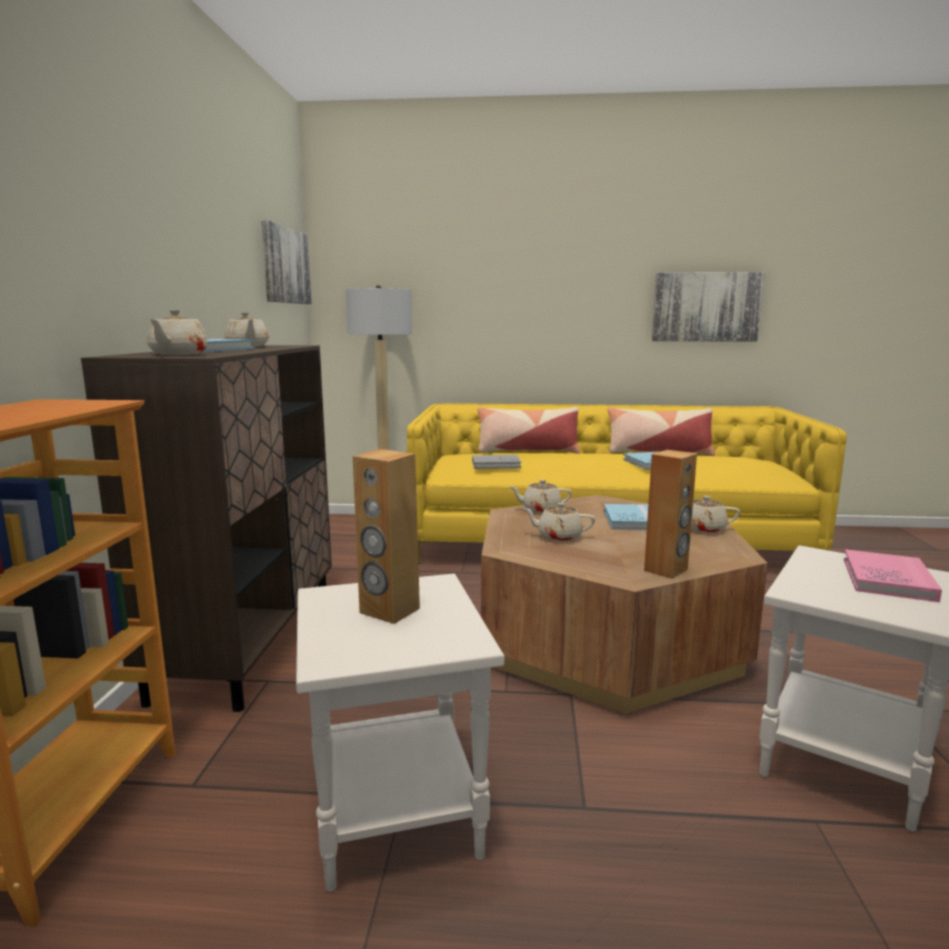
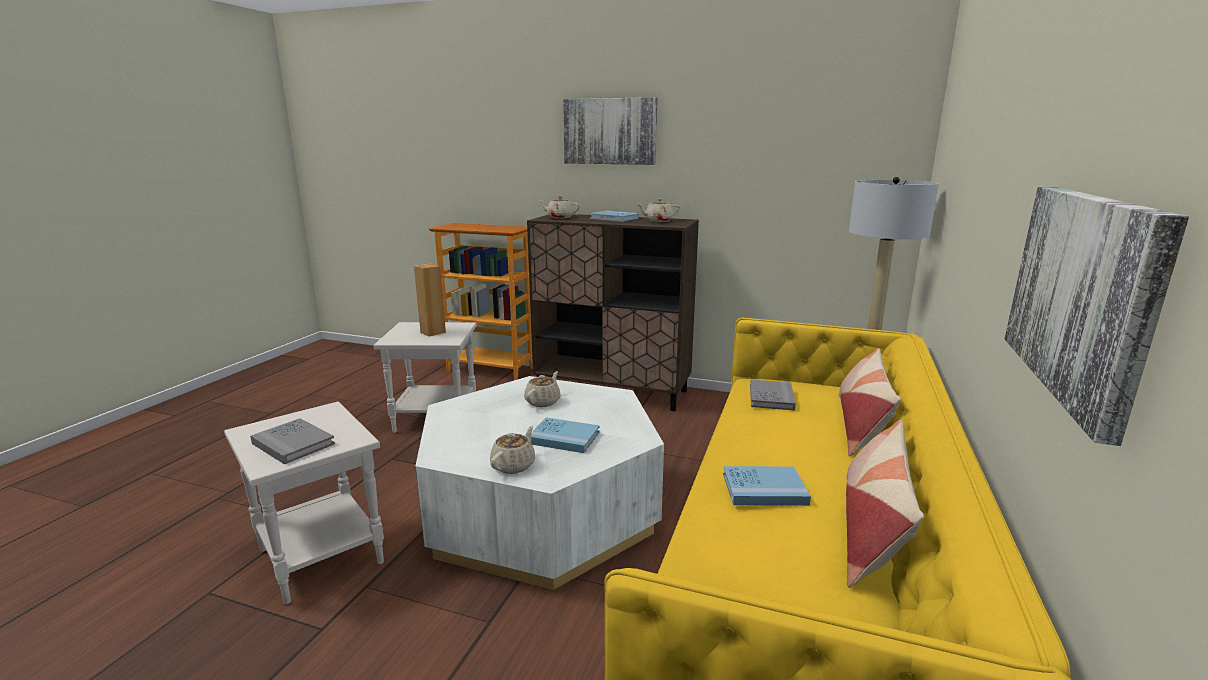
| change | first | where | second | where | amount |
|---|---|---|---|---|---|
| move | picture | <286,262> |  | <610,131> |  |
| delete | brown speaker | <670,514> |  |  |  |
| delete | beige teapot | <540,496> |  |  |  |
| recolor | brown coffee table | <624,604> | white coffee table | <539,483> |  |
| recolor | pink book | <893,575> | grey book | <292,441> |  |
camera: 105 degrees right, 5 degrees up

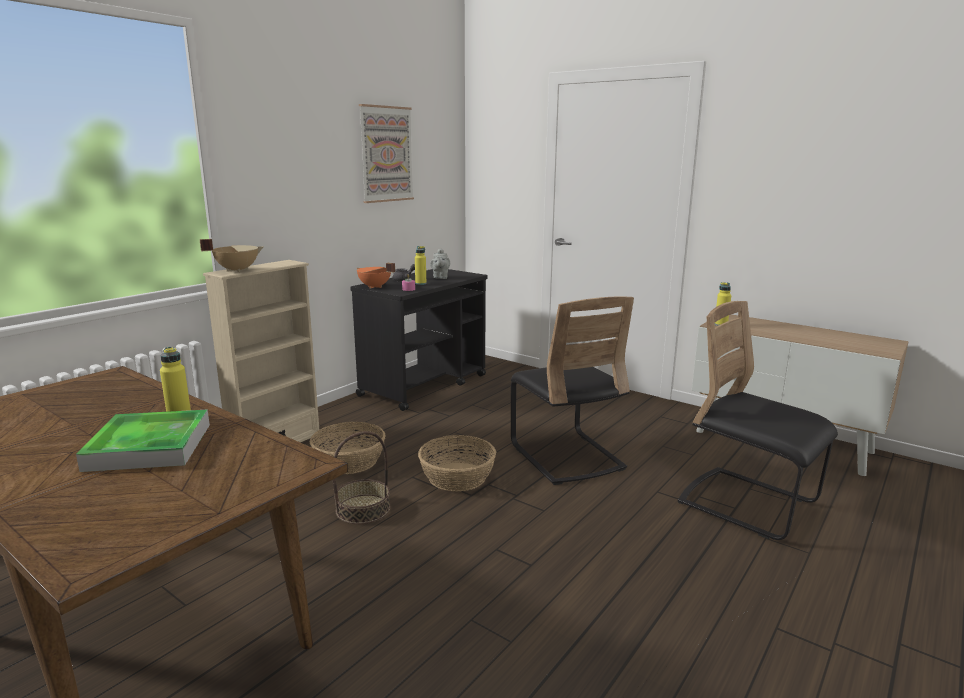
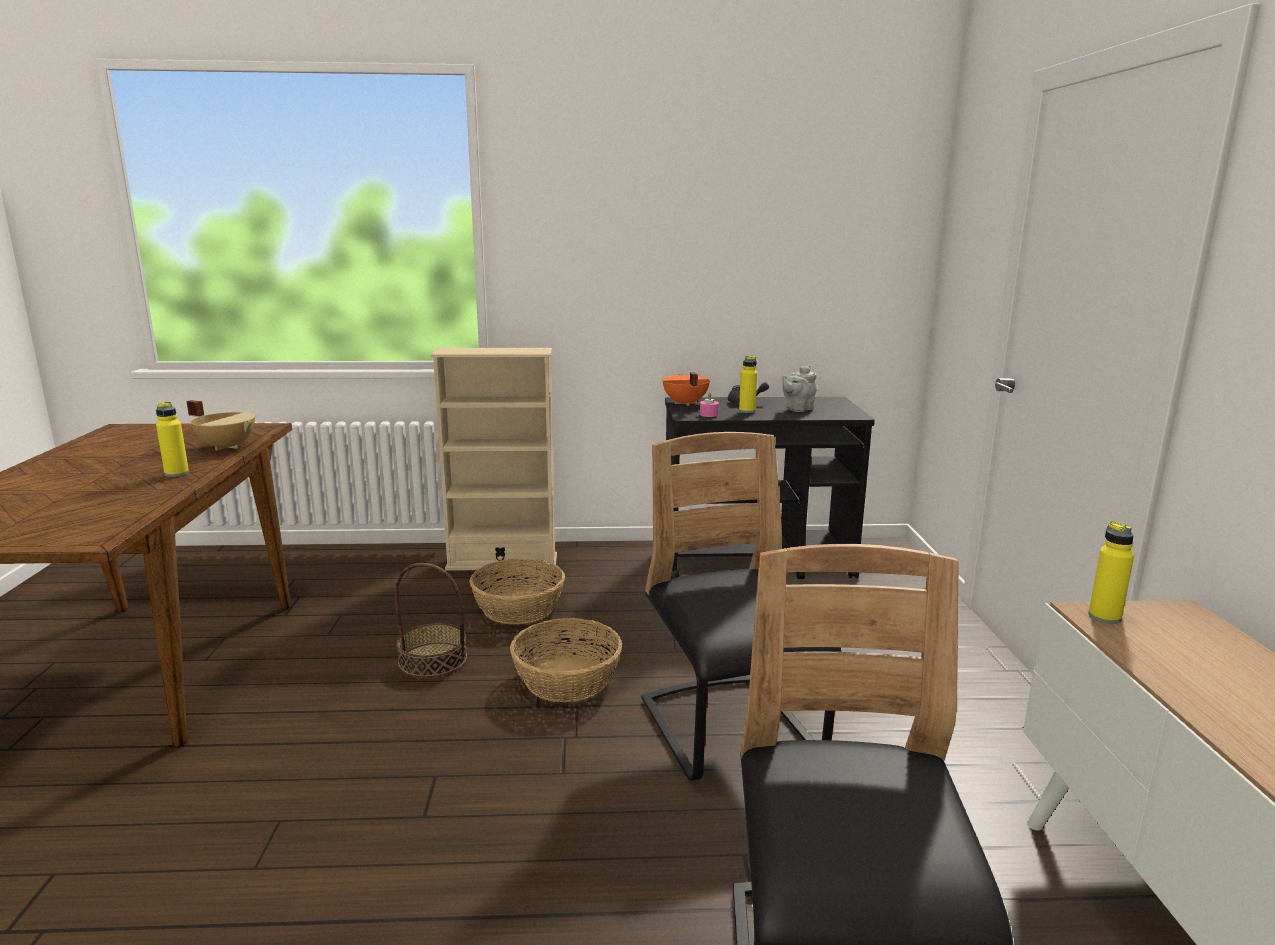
| change | first | where | second | where | amount |
|---|---|---|---|---|---|
| delete | picture | <386,153> |  |  |  |
| move | beige cooking pot | <231,255> |  | <221,425> |  |
| rotate | black chair | <572,390> |  | <741,606> | 135 degrees clockwise |
| delete | tray | <143,440> |  |  |  |
camera: 50 degrees right, 0 degrees up

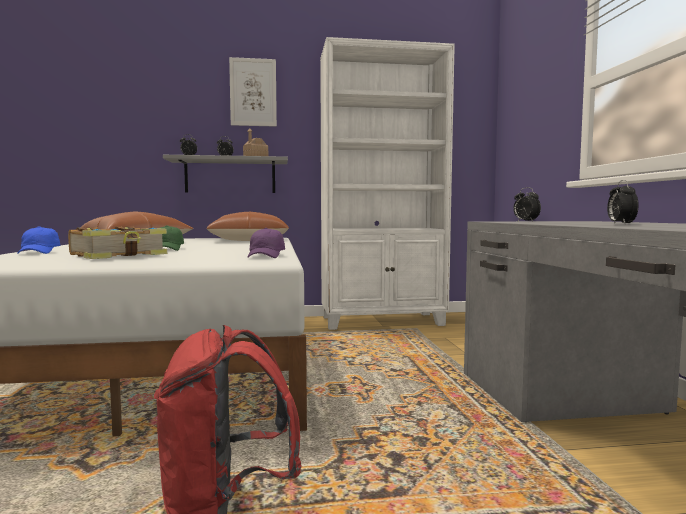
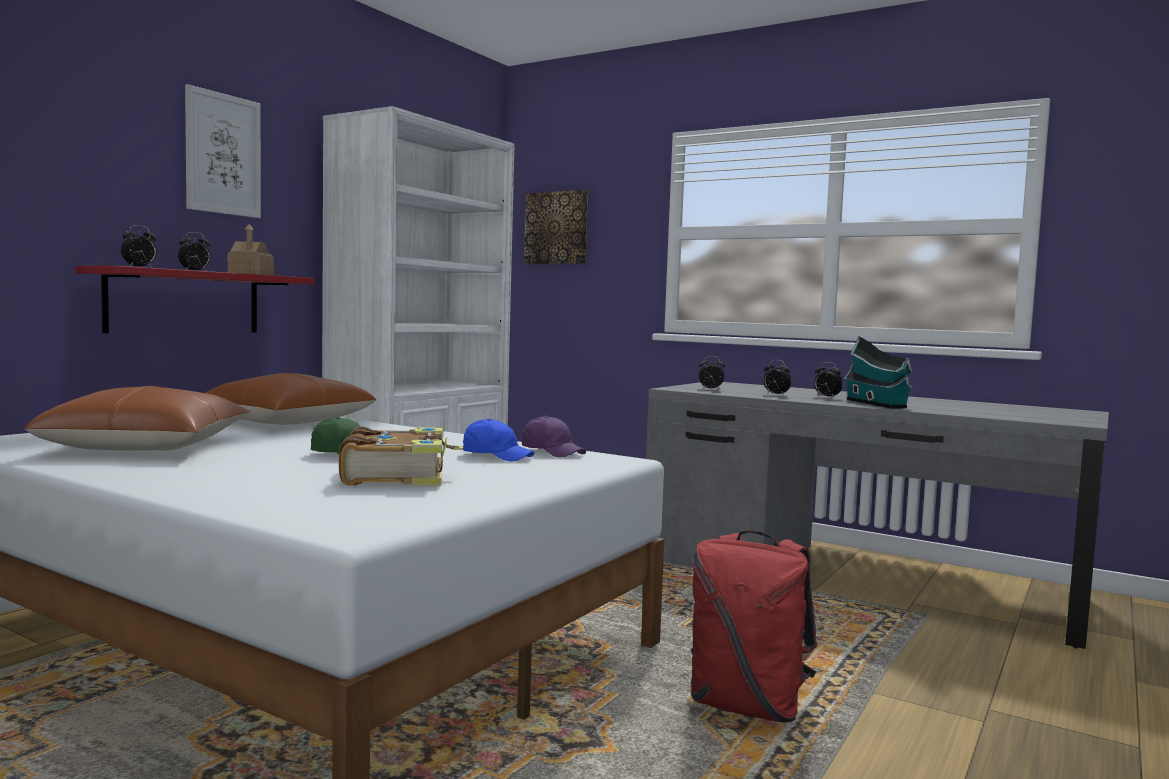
| change | first | where | second | where | amount |
|---|---|---|---|---|---|
| recolor | grey shelf | <225,174> | red shelf | <194,299> |  |
| move | blue cap | <38,240> |  | <499,440> |  |
| insert |  |  | picture | <556,227> |  |
| insert |  |  | toy house | <878,371> |  |
| insert |  |  | alarm clock | <777,377> |  |
camera: 50 degrees left, 0 degrees up

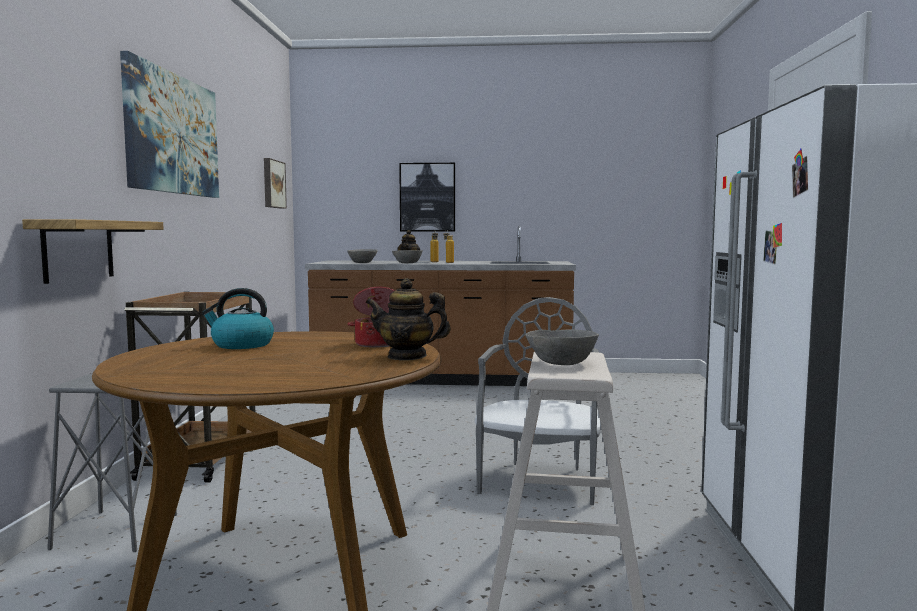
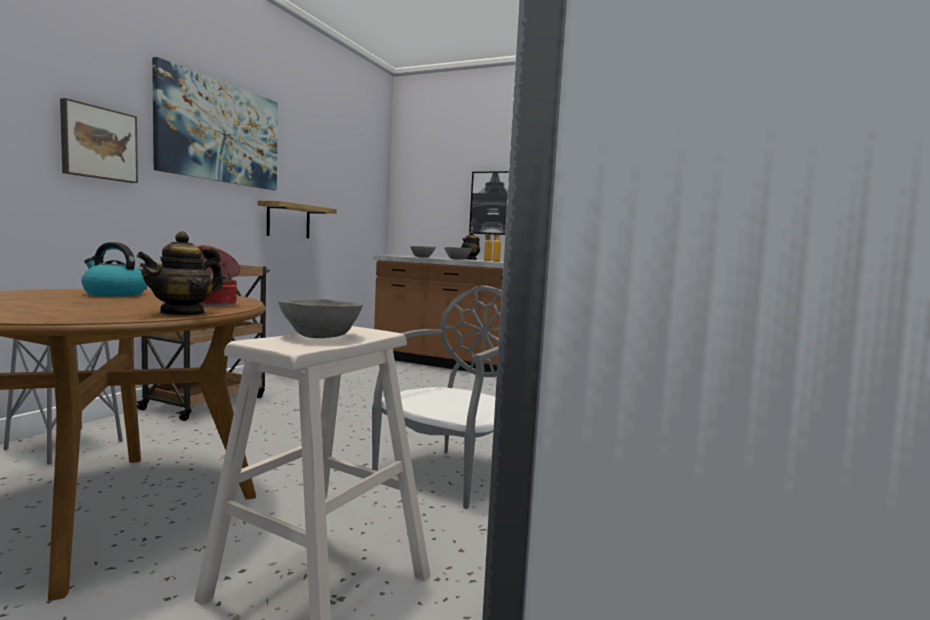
| change | first | where | second | where | amount |
|---|---|---|---|---|---|
| move | picture | <275,183> |  | <99,140> |  |
| move | shelf | <93,251> |  | <297,219> |  |
| rotate | teapot | <408,319> |  | <180,273> | 90 degrees counterclockwise |
camera: 20 degrees right, 0 degrees up

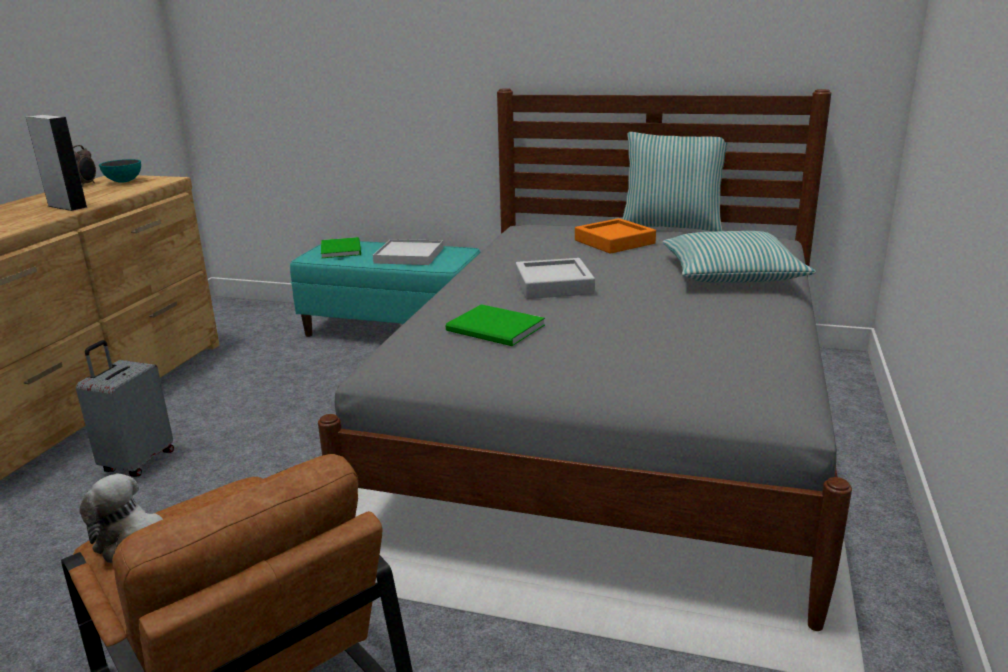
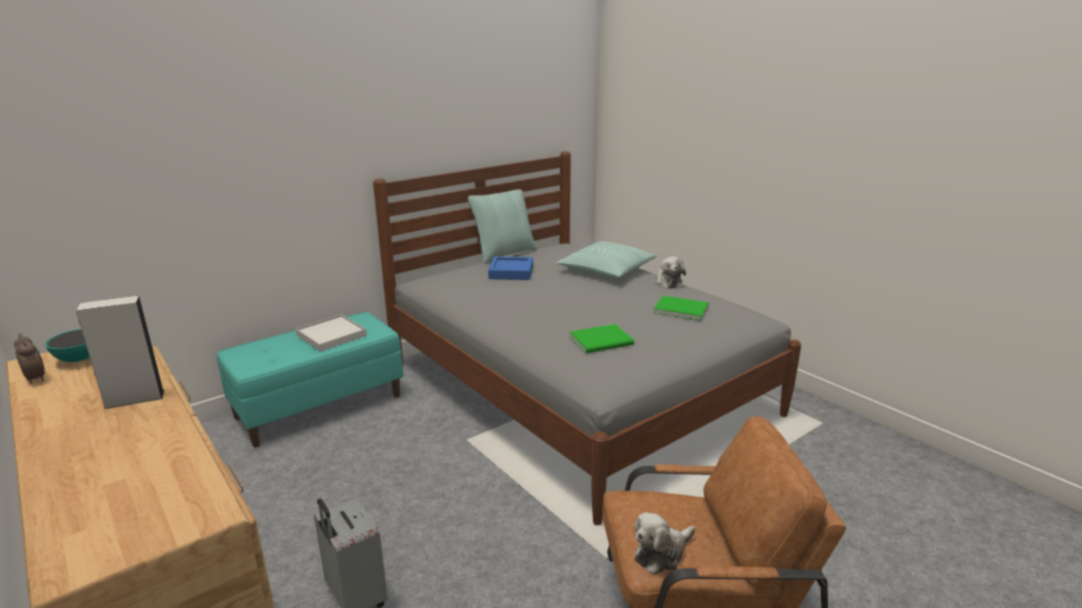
| change | first | where | second | where | amount |
|---|---|---|---|---|---|
| recolor | orange tray | <615,236> | blue tray | <510,268> |  |
| move | green book | <341,247> |  | <681,308> |  |
| delete | grey tray | <555,278> |  |  |  |
| insert |  |  | plush toy | <670,272> |  |
camera: 55 degrees left, 0 degrees up

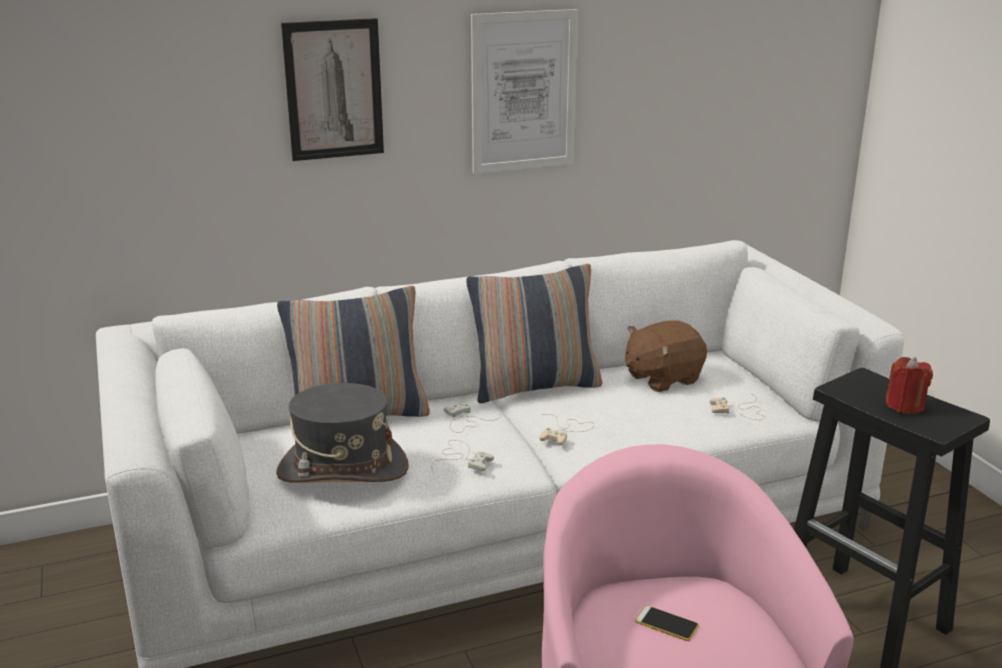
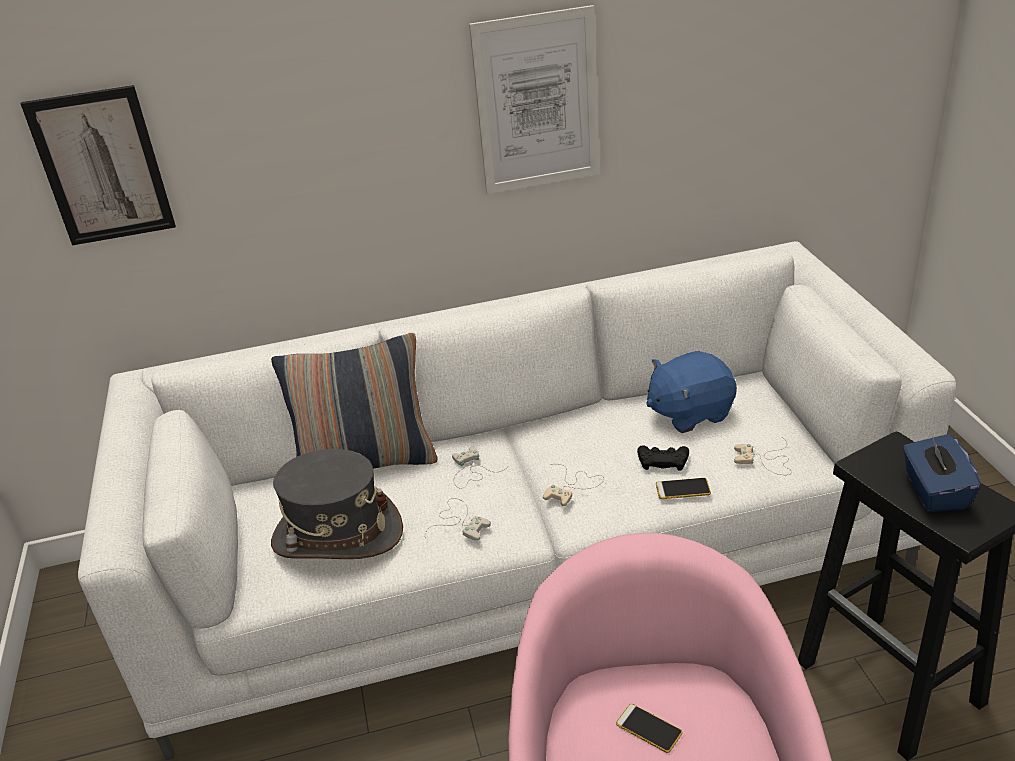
| change | first | where | second | where | amount |
|---|---|---|---|---|---|
| move | picture | <332,89> |  | <98,165> |  |
| delete | pillow | <534,333> |  |  |  |
| recolor | brown plush toy | <666,356> | blue plush toy | <691,392> |  |
| replace | red candle | <909,385> | blue tissue box | <942,473> |  |
| insert |  |  | black game controller | <663,458> |  |
| insert |  |  | phone | <683,488> |  |
camera: 10 degrees right, 10 degrees up

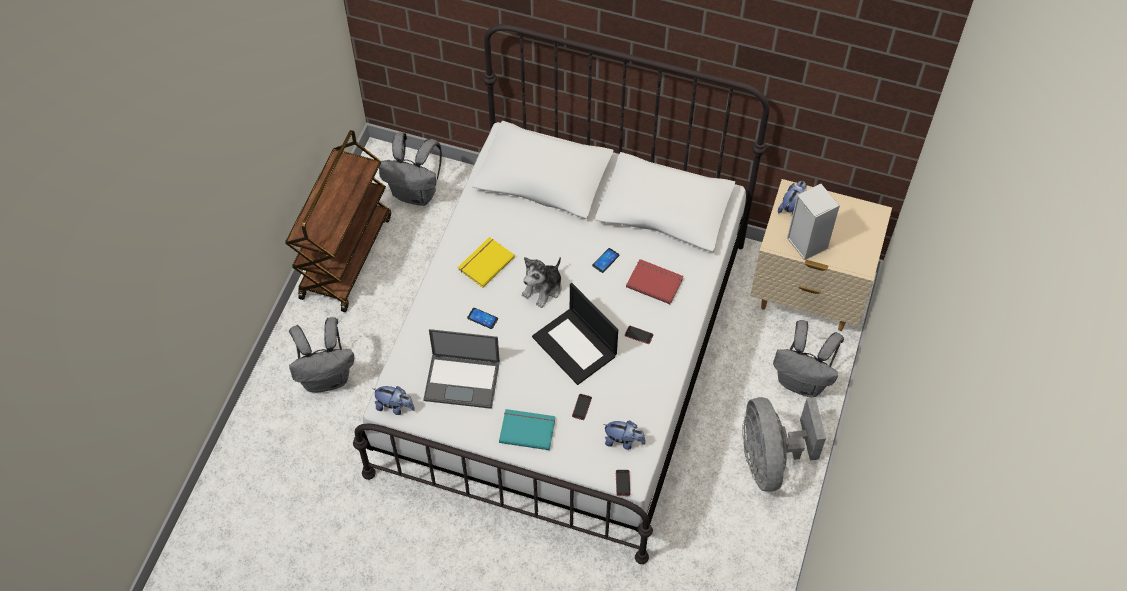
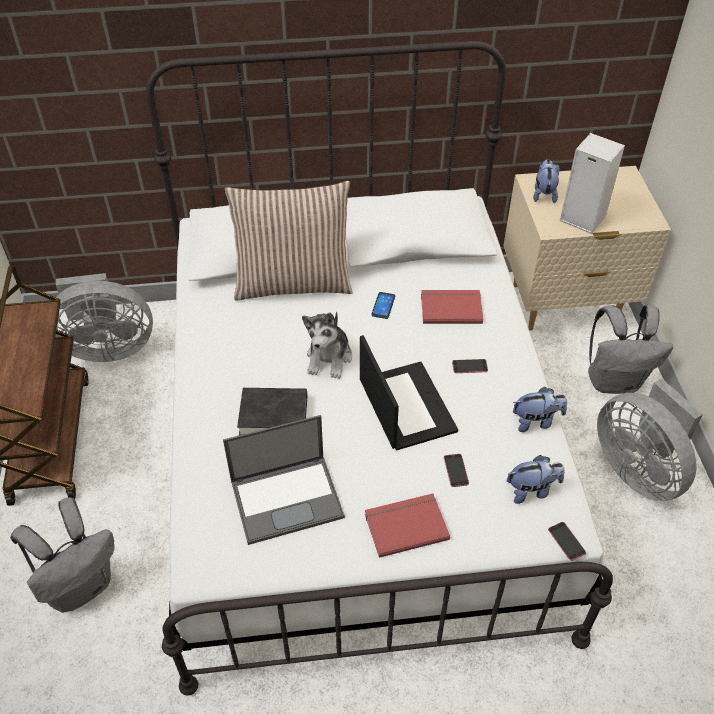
| change | first | where | second | where | amount |
|---|---|---|---|---|---|
| replace | grey backpack | <410,169> | grey fan | <104,317> |  |
| delete | yellow book | <486,262> |  |  |  |
| rotate | laptop | <575,334> |  | <409,392> | 135 degrees counterclockwise |
| replace | phone | <482,318> | black book | <272,411> |  |
| move | plush toy | <393,400> |  | <540,409> |  |
| recolor | turquoise book | <527,429> | red book | <407,525> |  |
| insert |  |  | pillow | <289,241> |  |
camera: 25 degrees left, 10 degrees down

